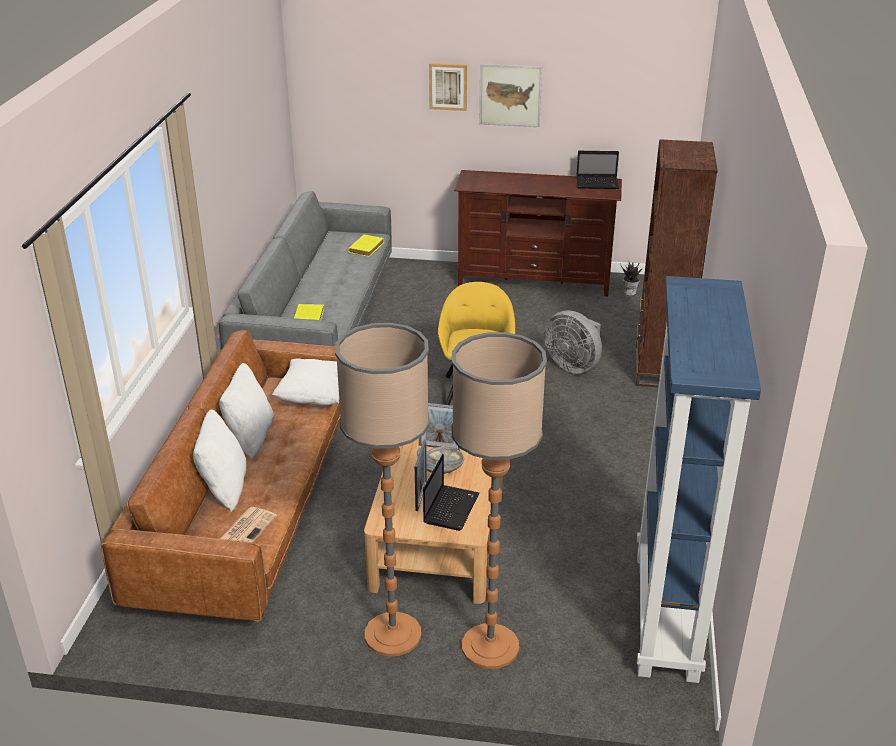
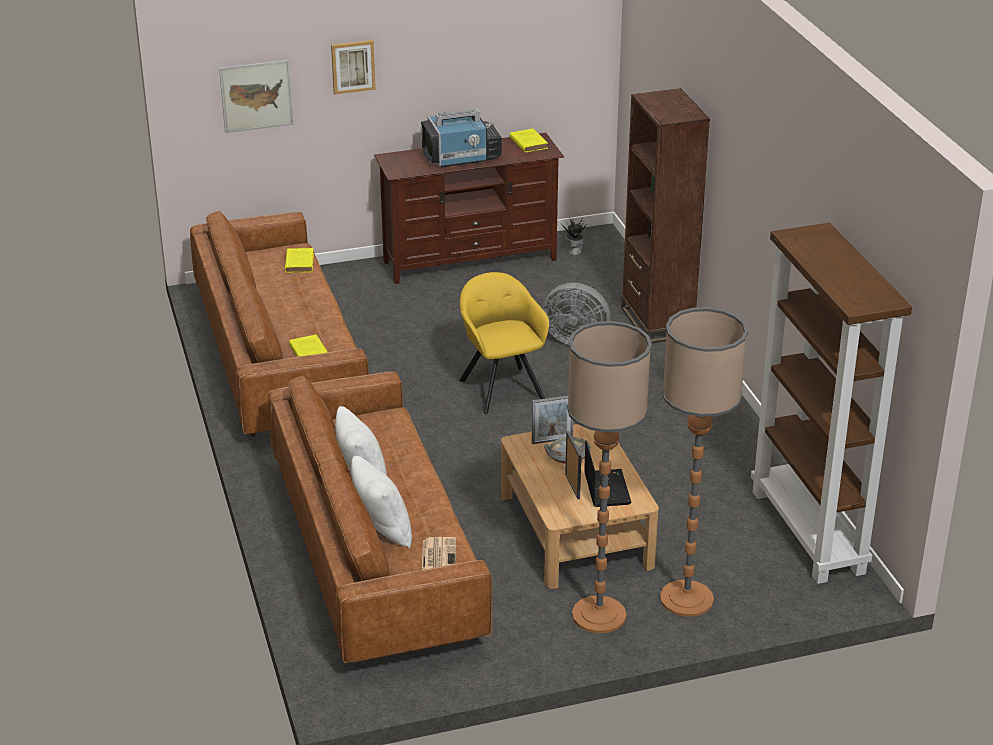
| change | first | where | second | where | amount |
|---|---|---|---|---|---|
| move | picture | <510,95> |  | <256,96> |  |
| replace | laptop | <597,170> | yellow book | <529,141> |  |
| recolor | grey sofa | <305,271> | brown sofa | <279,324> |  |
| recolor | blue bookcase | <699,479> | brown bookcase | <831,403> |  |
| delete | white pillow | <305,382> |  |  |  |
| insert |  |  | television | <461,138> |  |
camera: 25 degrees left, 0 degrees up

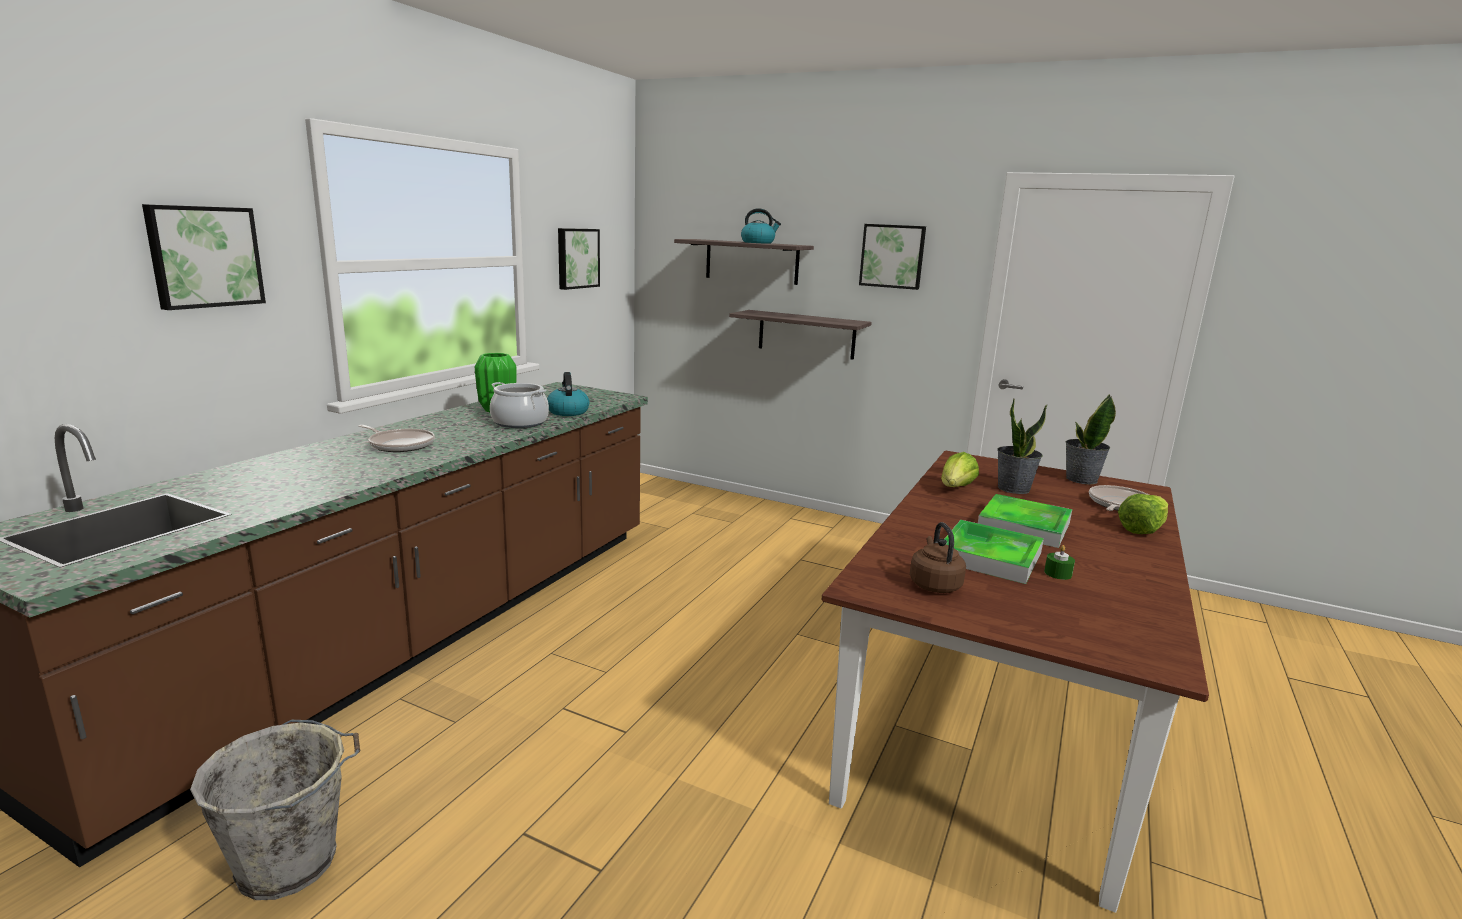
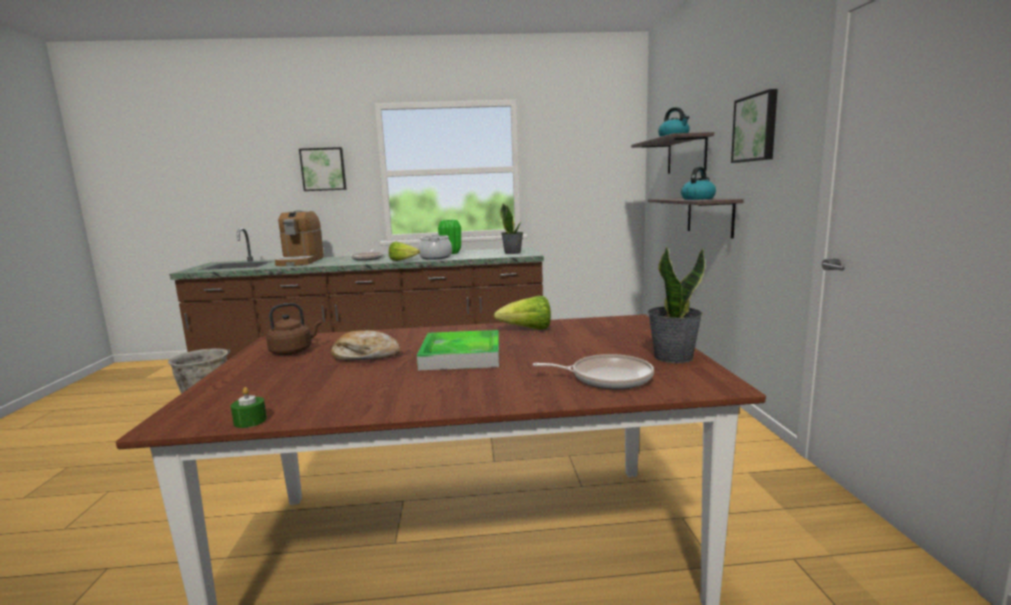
| change | first | where | second | where | amount |
|---|---|---|---|---|---|
| delete | picture | <579,259> |  |  |  |
| move | kettle | <568,394> |  | <698,183> |  |
| move | potted plant | <1022,446> |  | <511,228> |  |
| move | lettuce | <1143,514> |  | <404,251> |  |
| replace | tray | <994,552> | bread | <365,345> |  |
| move | green candle | <1059,562> |  | <249,407> |  |
| insert |  |  | coffee machine | <299,238> |  |
camera: 60 degrees right, 5 degrees down

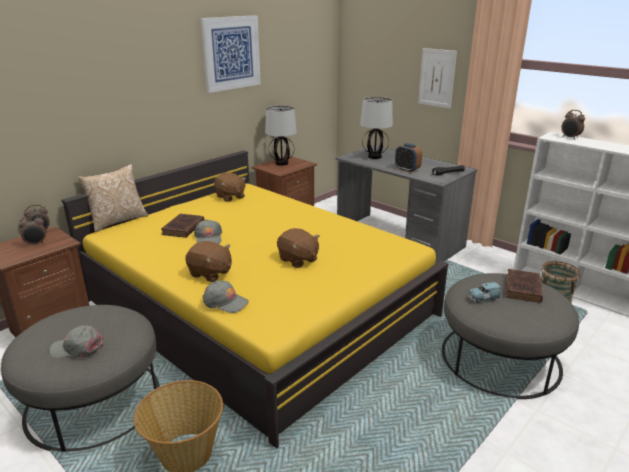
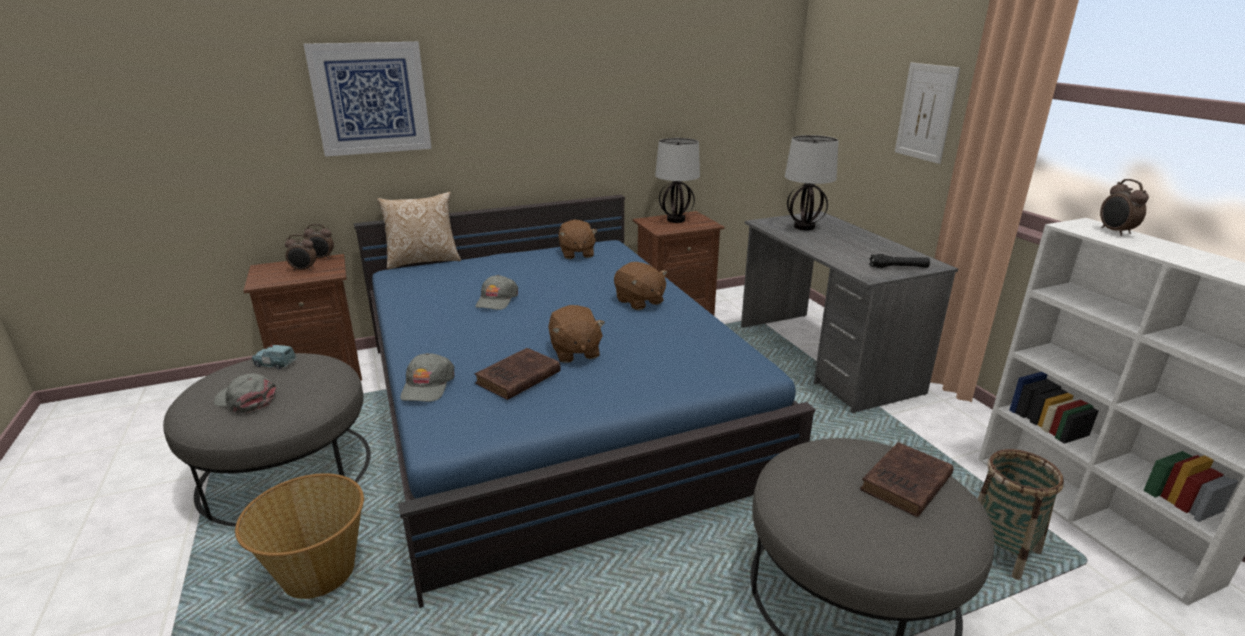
| change | first | where | second | where | amount |
|---|---|---|---|---|---|
| move | picture | <231,54> |  | <368,99> |  |
| delete | alarm clock | <408,157> |  |  |  |
| recolor | yellow bed | <255,299> | blue bed | <584,401> |  |
| move | brown book | <183,226> |  | <518,374> |  |
| move | brown plush toy | <208,261> |  | <641,286> |  |
| rotate | grey cap | <225,296> |  | <427,377> | 45 degrees clockwise |
| move | blue toy car | <485,292> |  | <274,357> |  |
camera: 25 degrees right, 0 degrees up

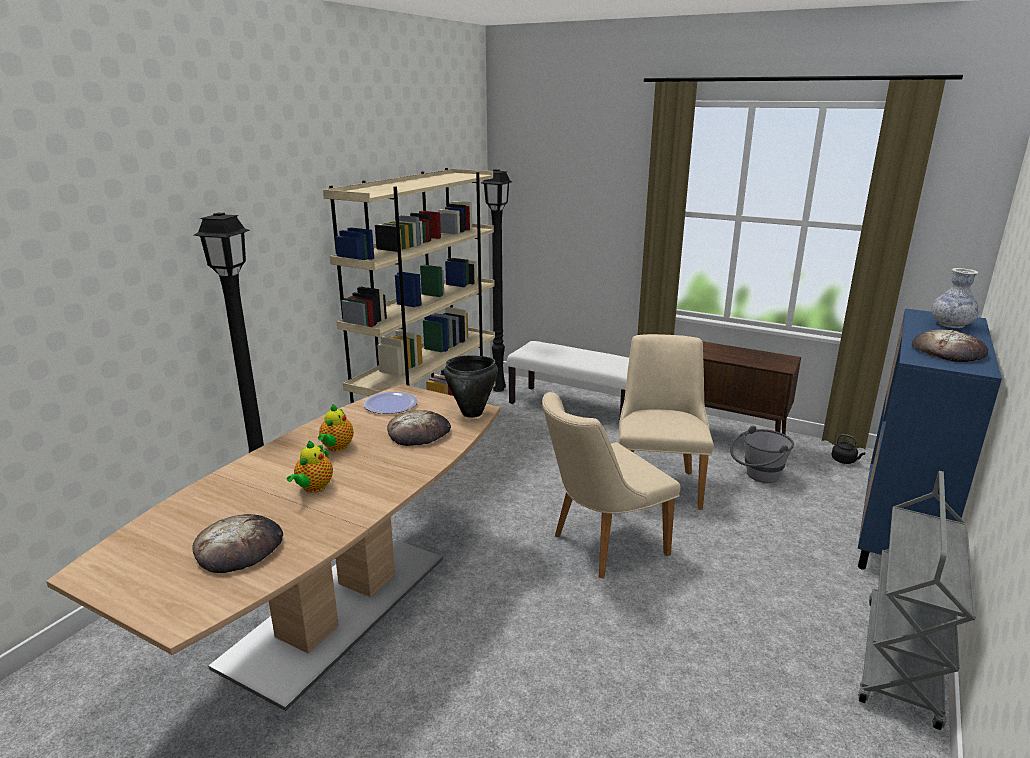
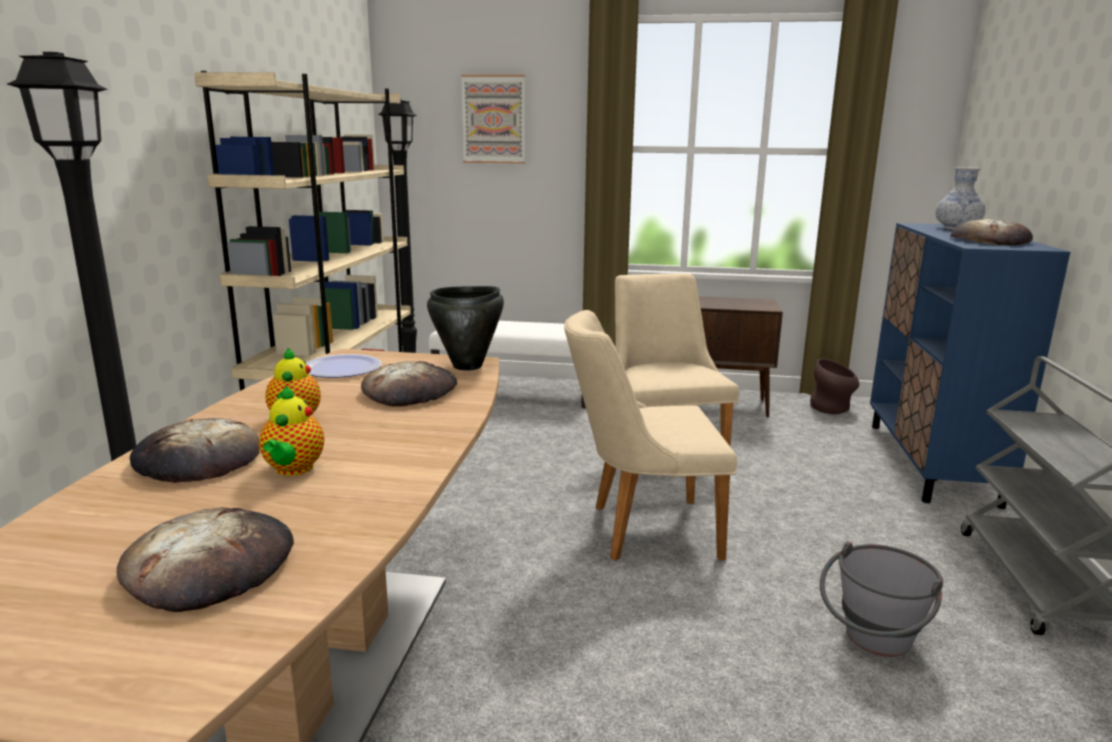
| change | first | where | second | where | amount |
|---|---|---|---|---|---|
| rotate | beige chair | <611,485> |  | <650,435> | 45 degrees clockwise |
| move | grey bucket | <762,454> |  | <881,599> |  |
| replace | black kettle | <848,449> | brown vase | <834,386> |  |
| insert |  |  | picture | <493,119> |  |
| insert |  |  | bread | <194,450> |  |
camera: 20 degrees left, 5 degrees down

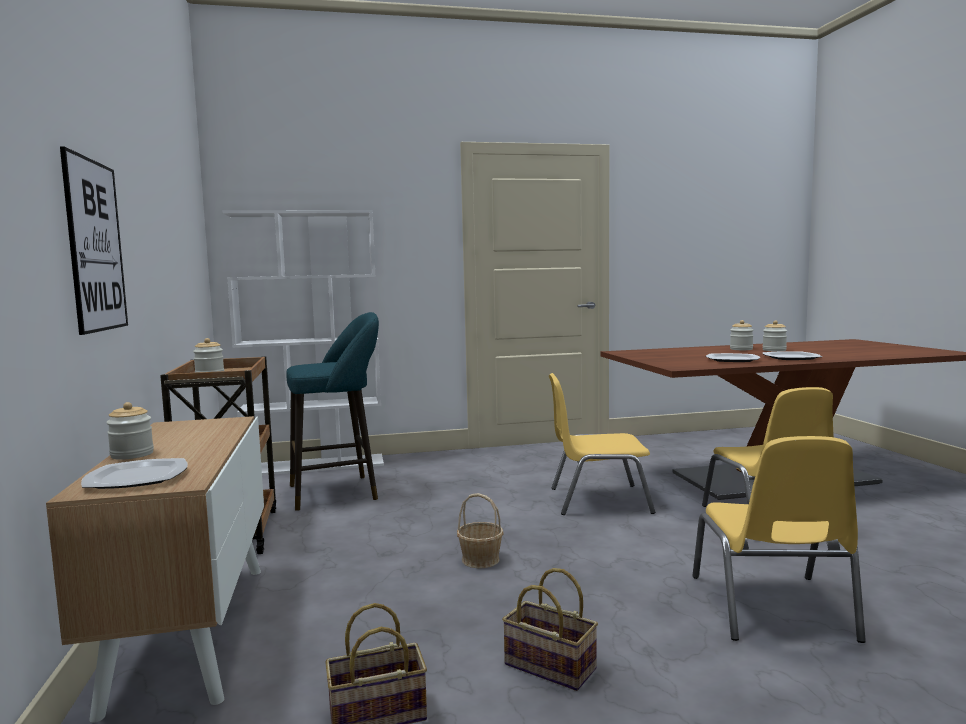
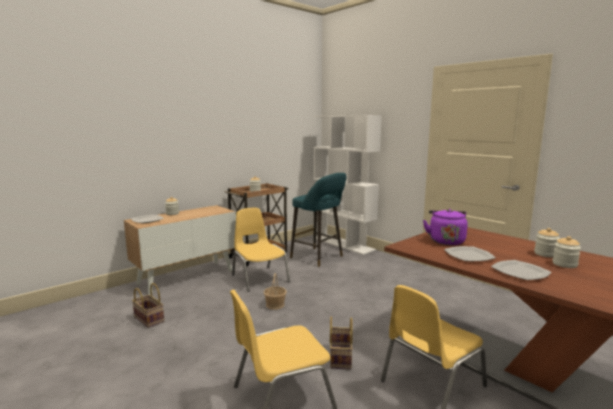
| change | first | where | second | where | amount |
|---|---|---|---|---|---|
| delete | picture | <94,240> |  |  |  |
| move | yellow chair | <602,444> |  | <261,250> |  |
| move | basket | <550,629> |  | <341,343> |  |
| insert |  |  | purple kettle | <445,227> |  |
camera: 60 degrees right, 5 degrees up

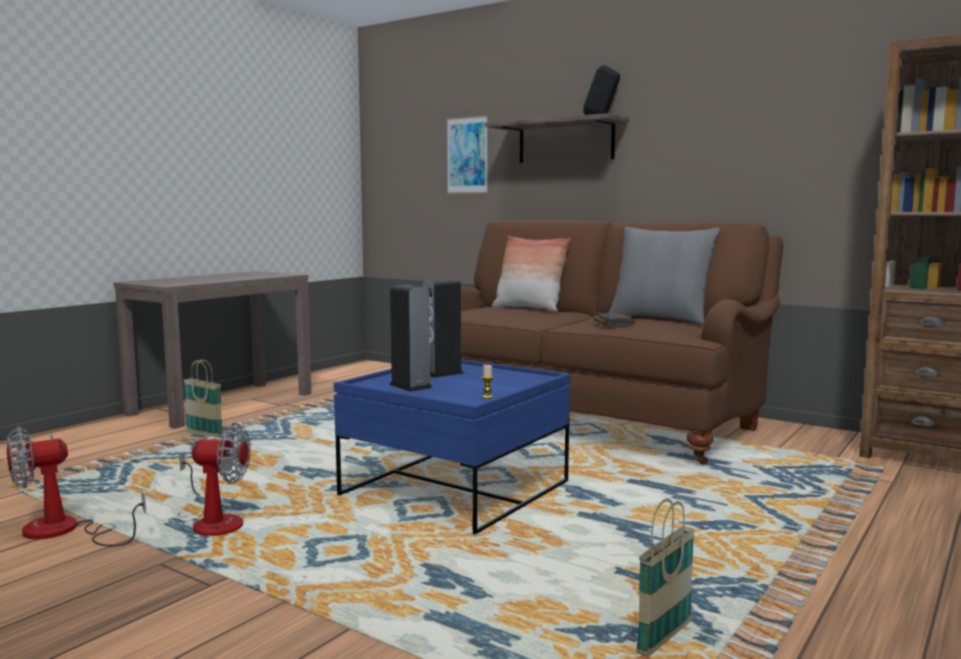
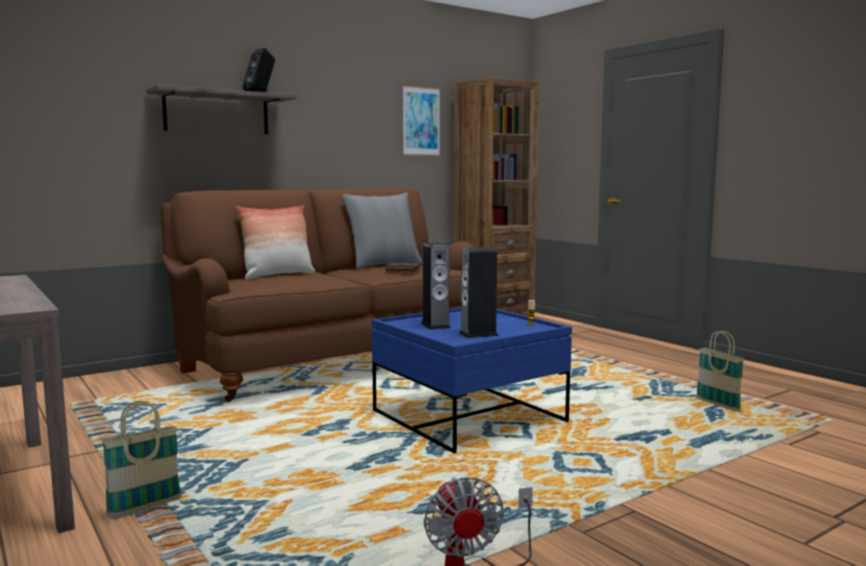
| change | first | where | second | where | amount |
|---|---|---|---|---|---|
| move | picture | <467,154> |  | <421,121> |  |
| delete | fan | <214,479> |  |  |  |
camera: 70 degrees left, 0 degrees up

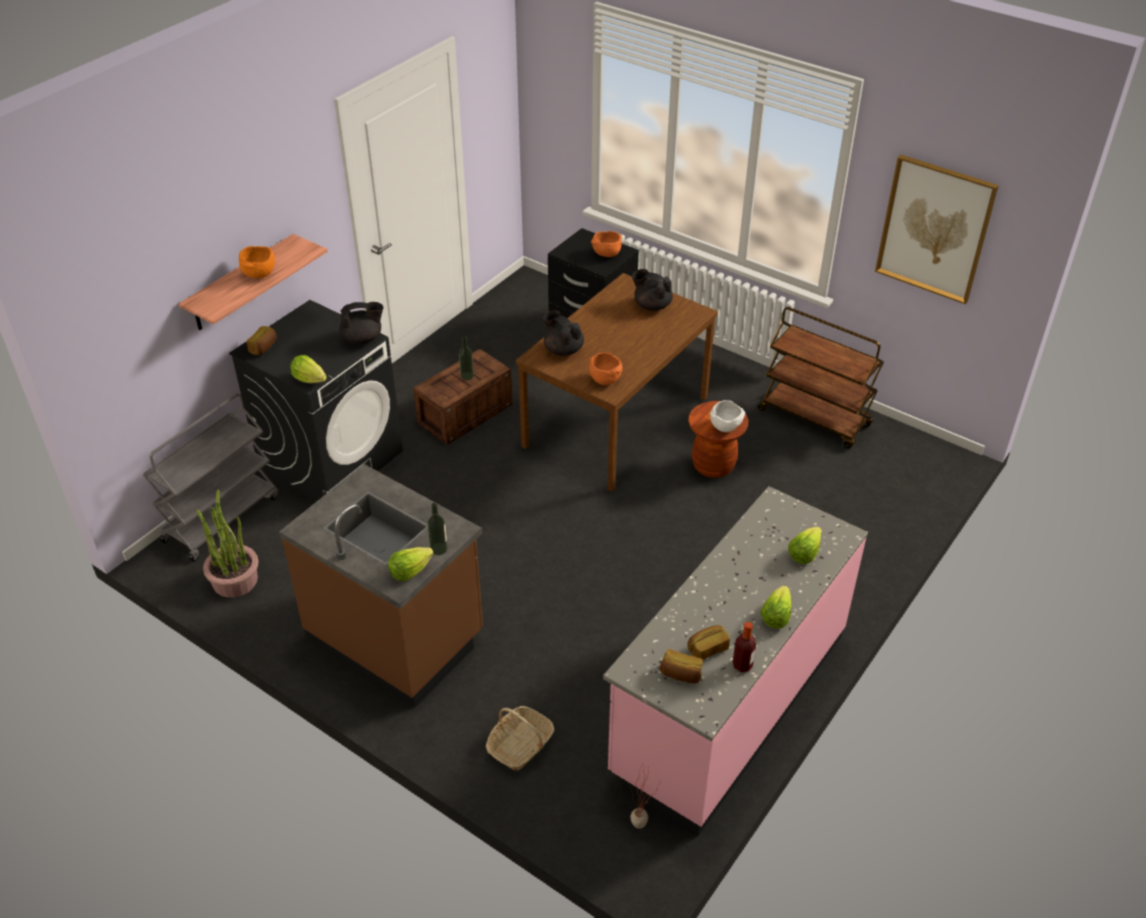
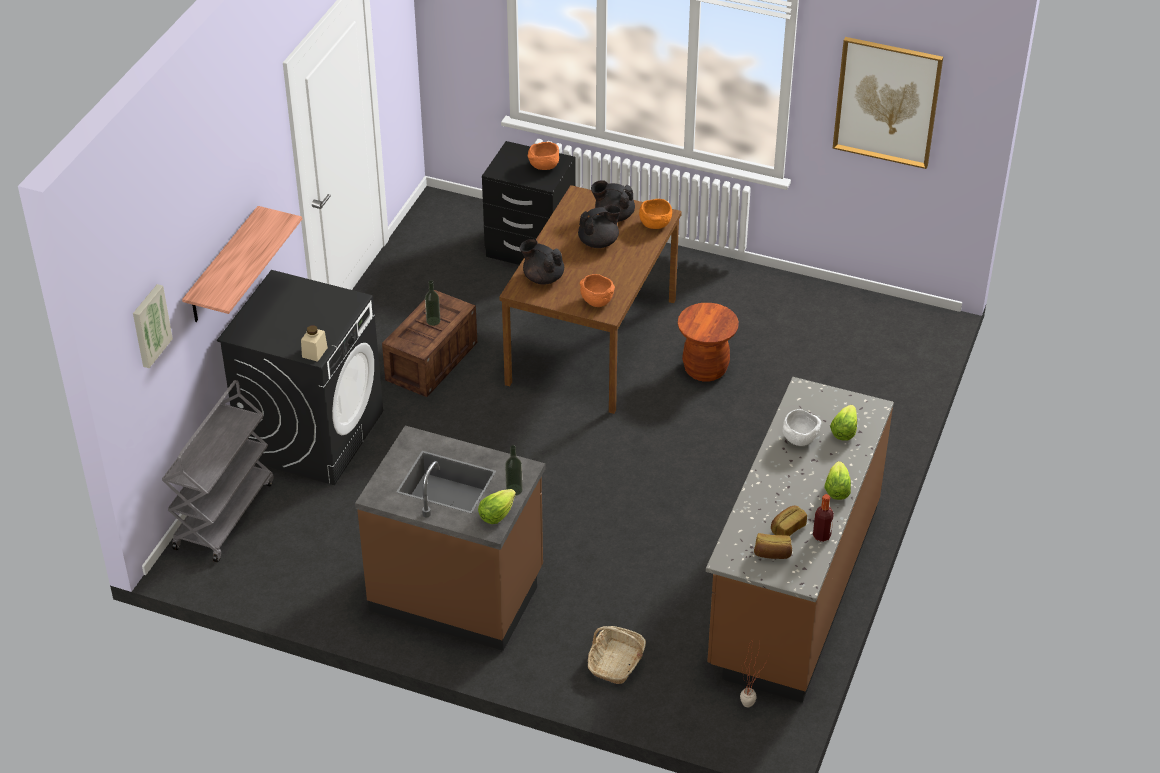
| change | first | where | second | where | amount |
|---|---|---|---|---|---|
| move | orange bowl | <257,262> |  | <655,214> |  |
| move | black teapot | <361,323> |  | <599,226> |  |
| delete | brown cart | <821,378> |  |  |  |
| delete | bread | <262,340> |  |  |  |
| replace | lettuce | <308,369> | beige jar | <314,344> |  |
| move | white bowl | <727,416> |  | <802,427> |  |
| recolor | pink counter | <735,661> | brown counter | <800,540> |  |
| delete | potted plant | <227,544> |  |  |  |
| insert |  |  | picture | <153,326> |  |
camera: 15 degrees left, 0 degrees up

